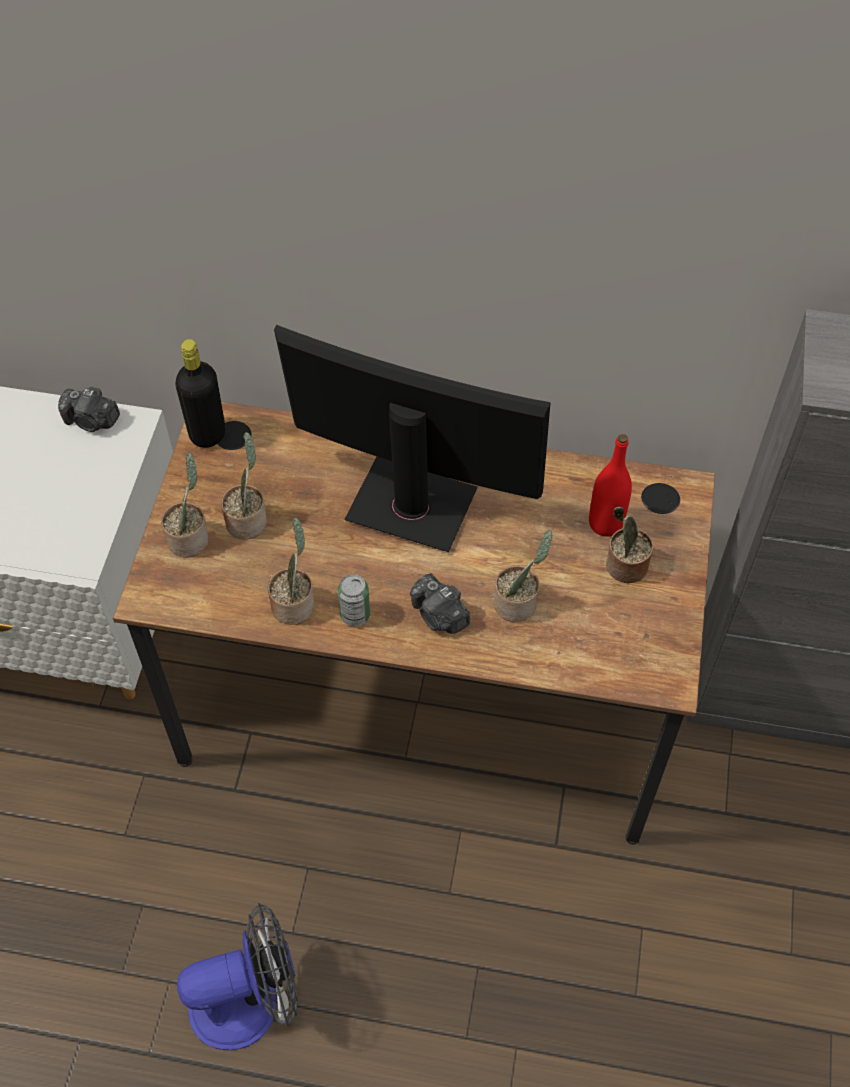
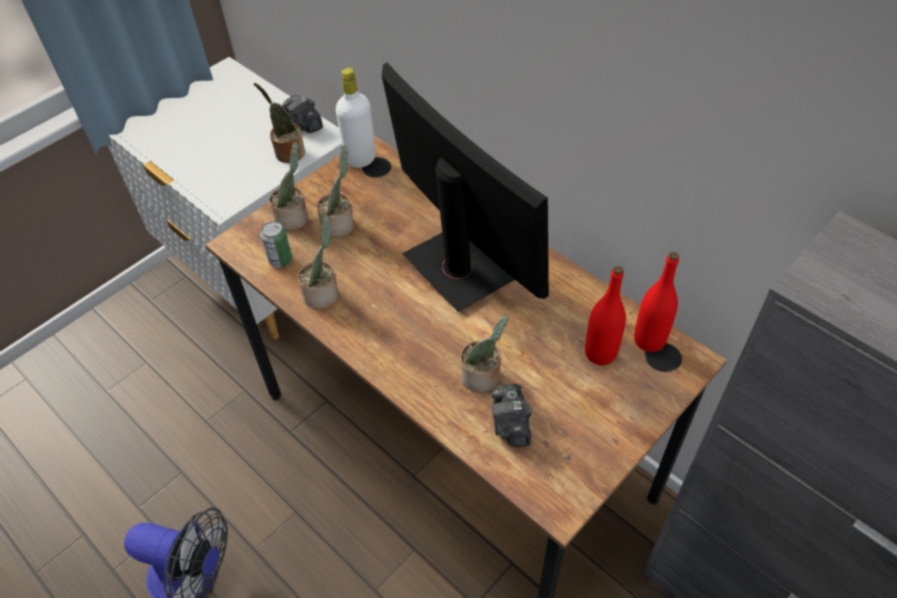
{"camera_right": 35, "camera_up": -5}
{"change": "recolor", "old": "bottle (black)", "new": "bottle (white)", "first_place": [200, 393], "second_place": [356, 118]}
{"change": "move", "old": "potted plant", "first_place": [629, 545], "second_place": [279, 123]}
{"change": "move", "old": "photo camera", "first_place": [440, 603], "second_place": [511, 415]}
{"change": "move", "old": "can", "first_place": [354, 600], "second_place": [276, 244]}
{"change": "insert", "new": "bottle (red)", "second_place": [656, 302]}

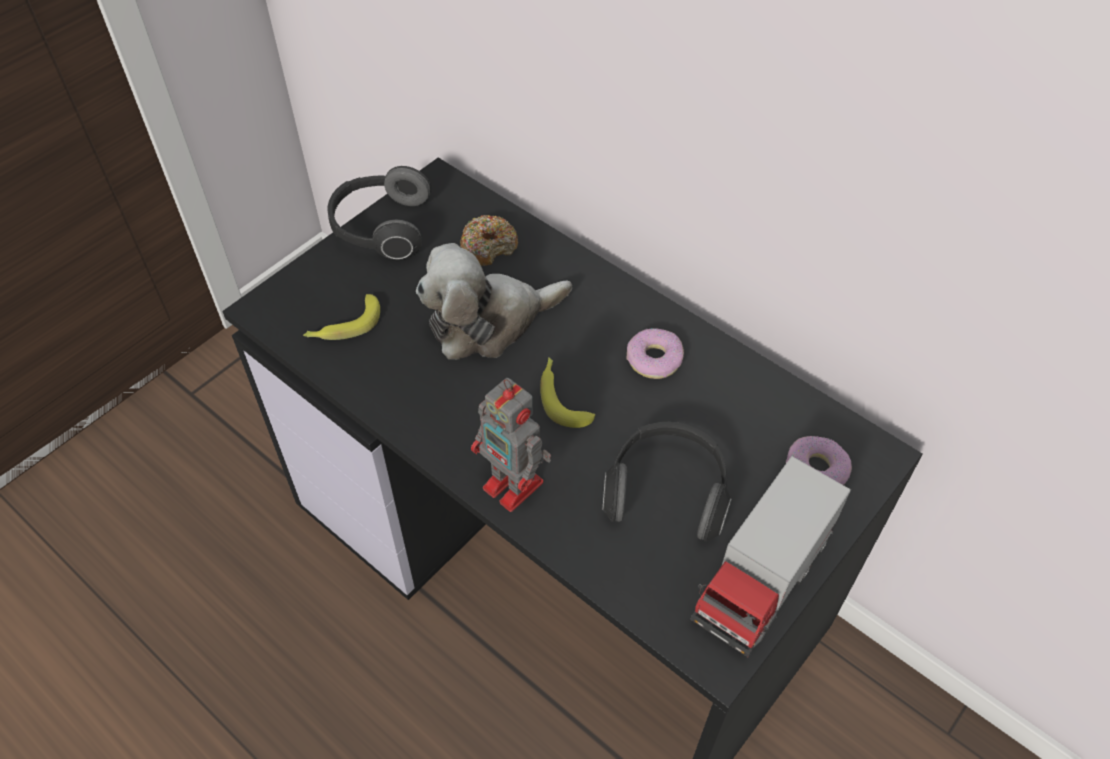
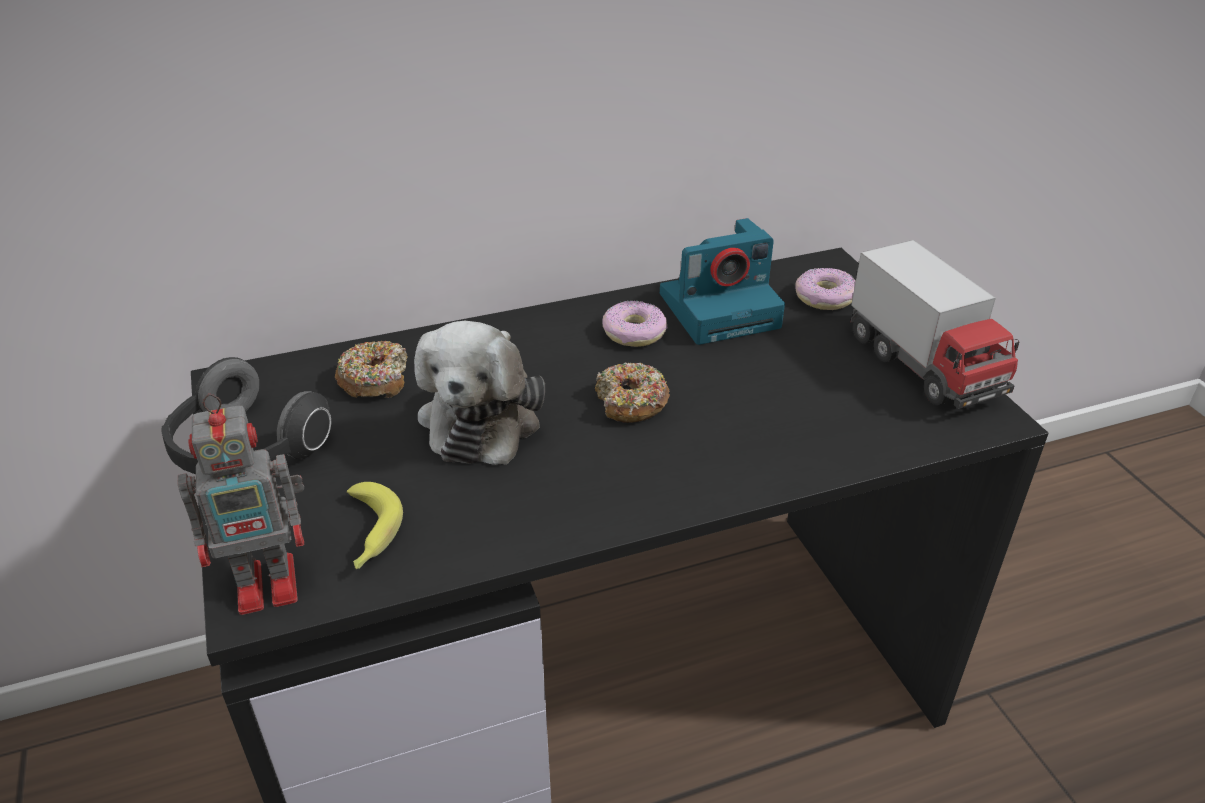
{"camera_right": -60, "camera_up": -15}
{"change": "replace", "old": "banana", "new": "donut", "first_place": [567, 392], "second_place": [632, 392]}
{"change": "move", "old": "toy robot", "first_place": [511, 445], "second_place": [241, 504]}
{"change": "delete", "old": "headphones", "first_place": [667, 482]}
{"change": "insert", "new": "photo camera", "second_place": [722, 281]}

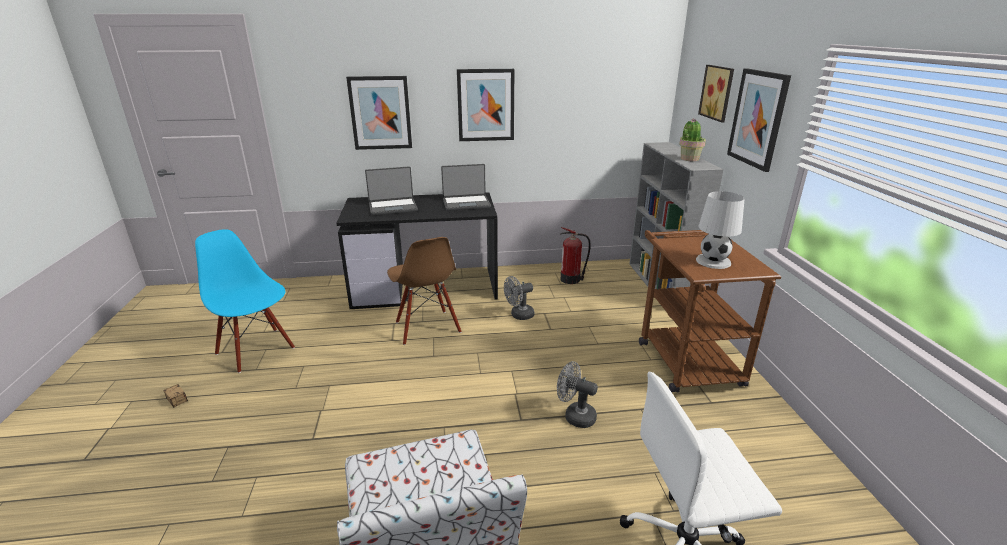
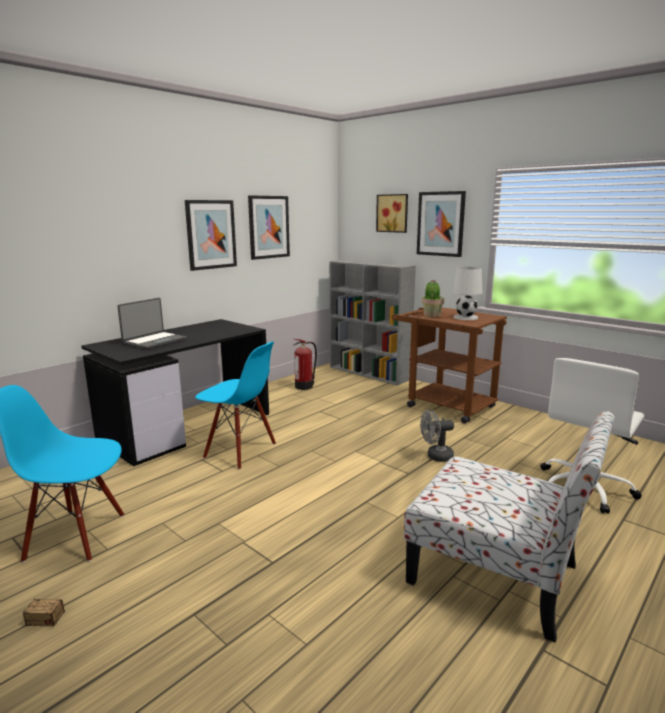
{"camera_right": -40, "camera_up": -10}
{"change": "move", "old": "picture", "first_place": [379, 113], "second_place": [269, 227]}
{"change": "move", "old": "potted plant", "first_place": [692, 139], "second_place": [433, 298]}
{"change": "delete", "old": "laptop", "first_place": [466, 187]}
{"change": "recolor", "old": "chair (brown)", "new": "chair (blue)", "first_place": [424, 291], "second_place": [235, 406]}
{"change": "delete", "old": "fan (grey)", "first_place": [519, 298]}

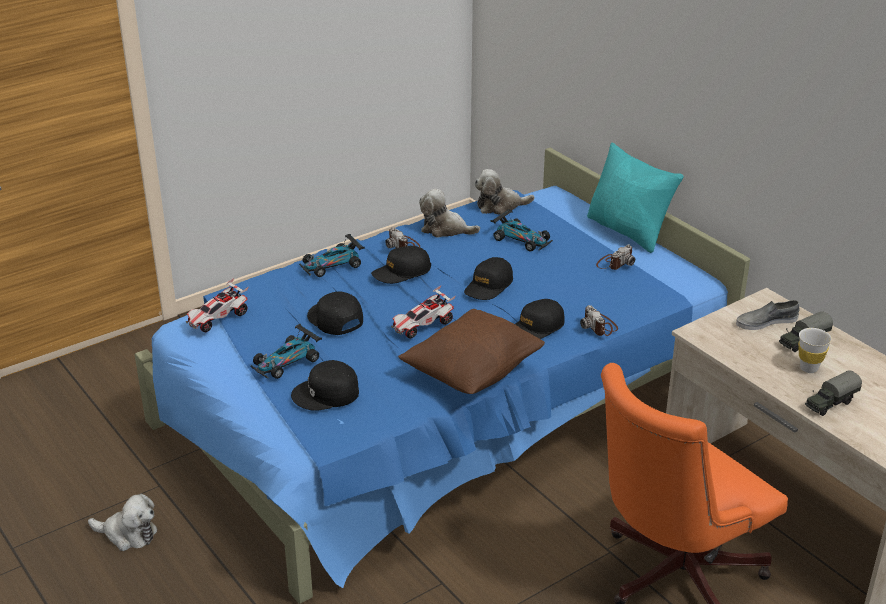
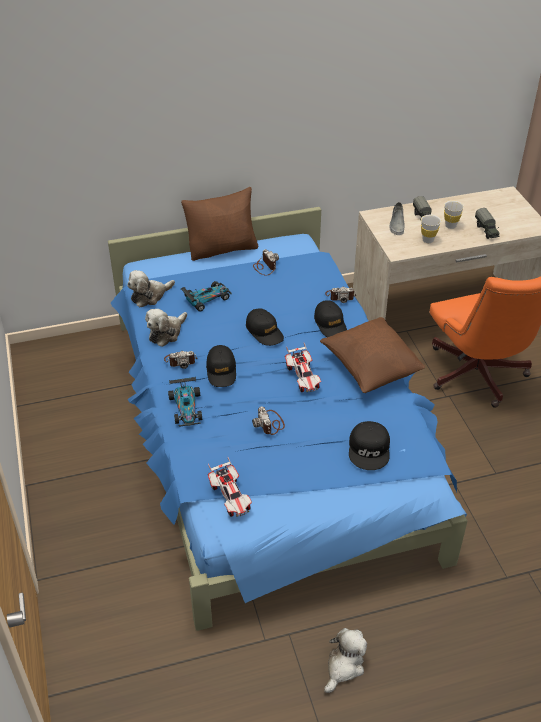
{"camera_right": -70, "camera_up": 10}
{"change": "recolor", "old": "pillow (turquoise)", "new": "pillow (brown)", "first_place": [635, 198], "second_place": [219, 224]}
{"change": "rotate", "old": "plush toy", "first_place": [504, 192], "second_place": [151, 289], "degrees": 45}
{"change": "replace", "old": "cap (black)", "new": "photo camera", "first_place": [335, 313], "second_place": [268, 420]}
{"change": "delete", "old": "toy car", "first_place": [286, 351]}
{"change": "insert", "new": "cup (white)", "second_place": [431, 229]}

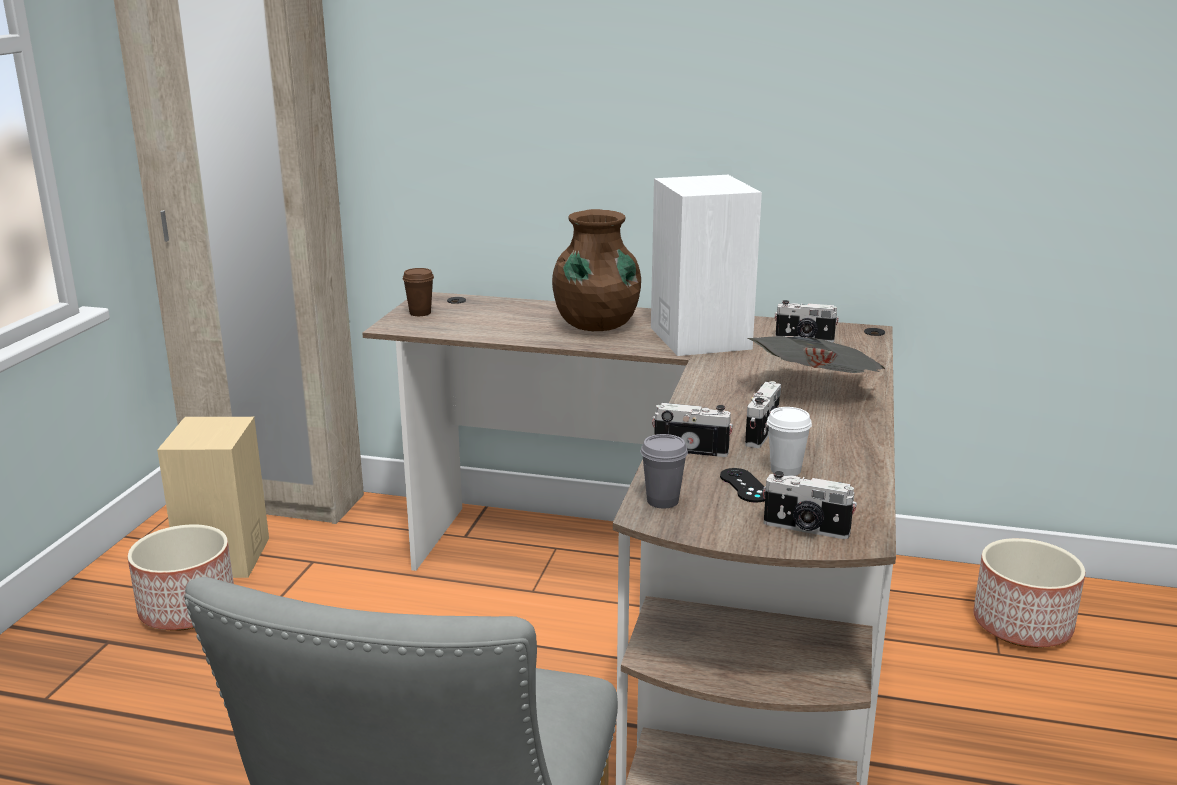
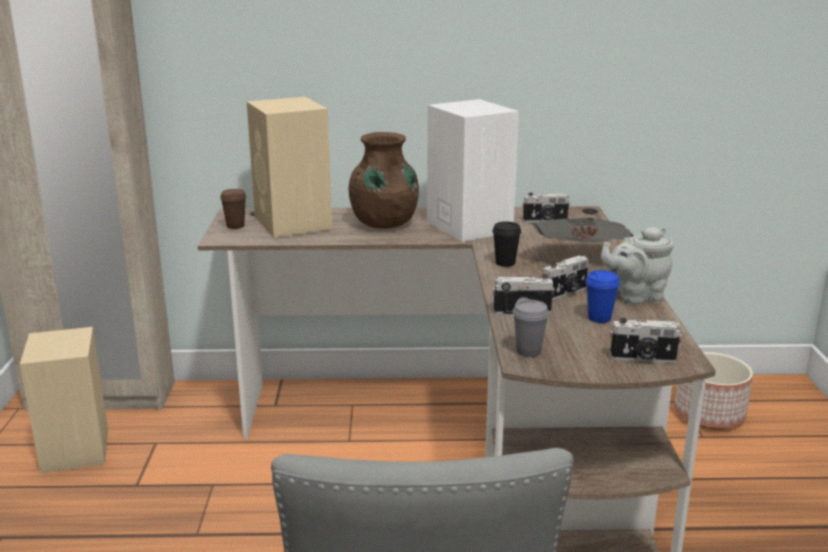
{"camera_right": -15, "camera_up": 0}
{"change": "rotate", "old": "photo camera", "first_place": [763, 414], "second_place": [565, 277], "degrees": 45}
{"change": "recolor", "old": "cup (white)", "new": "cup (blue)", "first_place": [789, 441], "second_place": [603, 296]}
{"change": "delete", "old": "game controller (black)", "first_place": [742, 485]}
{"change": "delete", "old": "planter", "first_place": [181, 577]}
{"change": "insert", "new": "speaker (beige)", "second_place": [289, 167]}
{"change": "insert", "new": "cup (black)", "second_place": [506, 244]}
{"change": "insert", "new": "teapot (grey)", "second_place": [637, 265]}

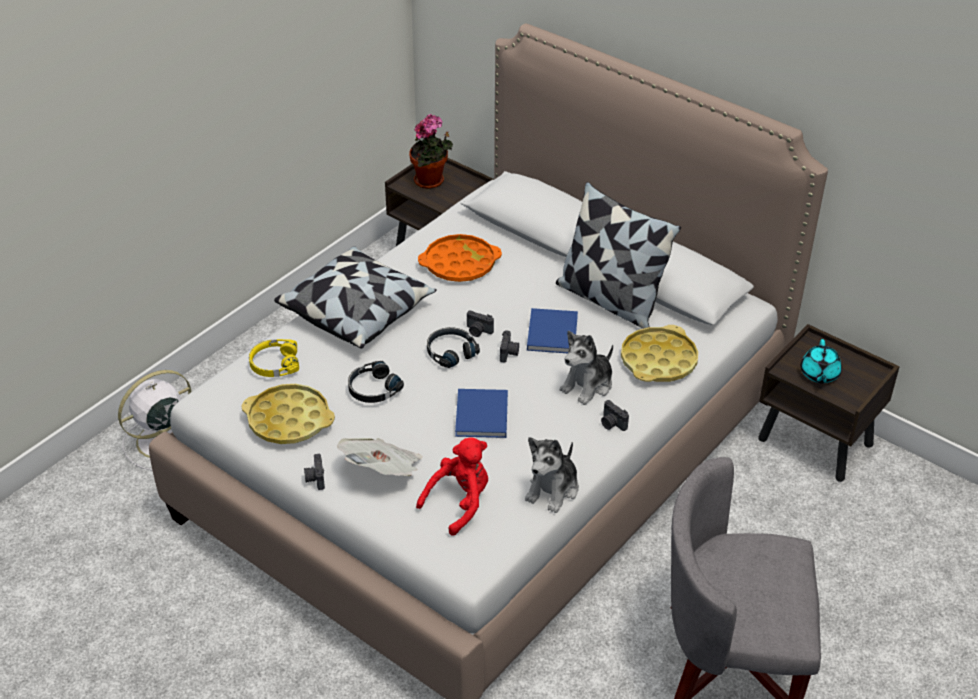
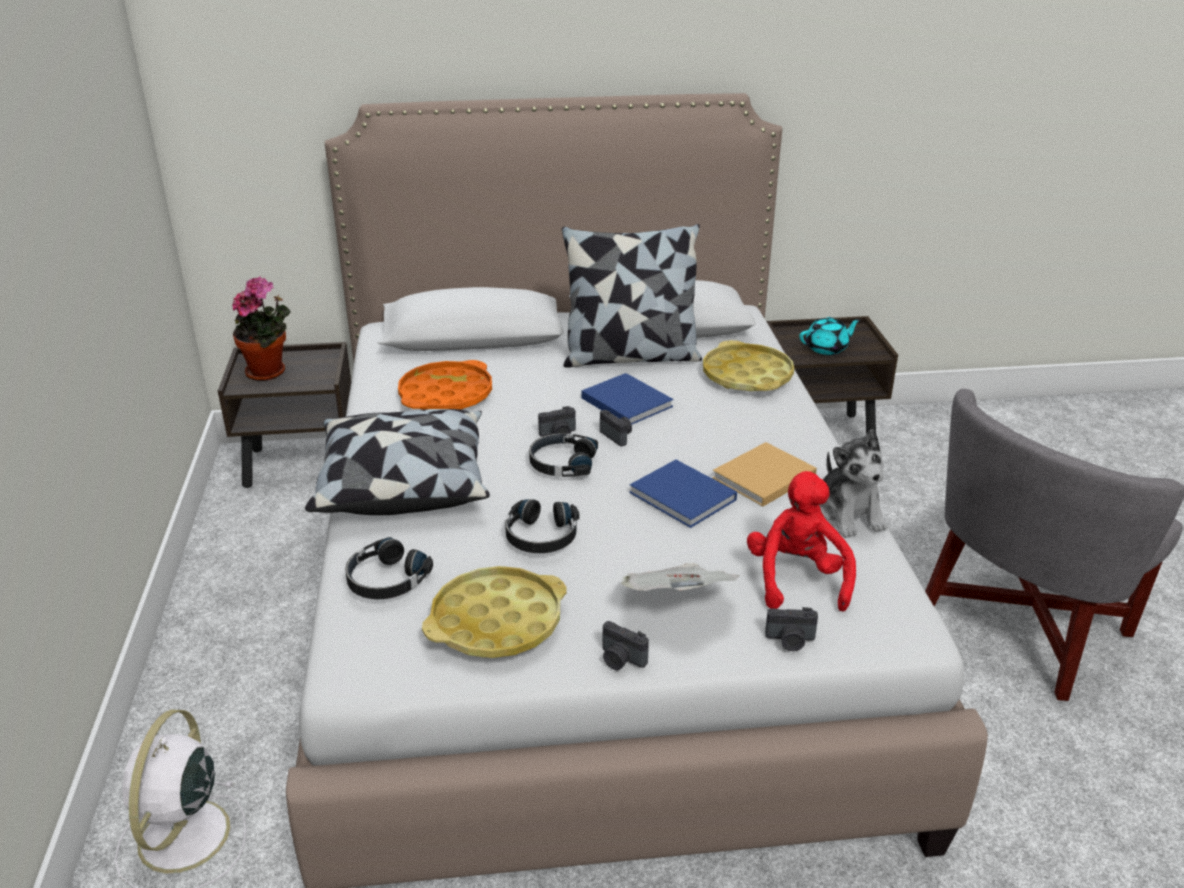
{"camera_right": -45, "camera_up": -10}
{"change": "delete", "old": "plush toy", "first_place": [586, 368]}
{"change": "recolor", "old": "headphones (yellow)", "new": "headphones (black)", "first_place": [274, 358], "second_place": [389, 568]}
{"change": "rotate", "old": "teapot (turquoise)", "first_place": [821, 361], "second_place": [830, 336], "degrees": -75}
{"change": "move", "old": "photo camera", "first_place": [615, 415], "second_place": [791, 629]}
{"change": "insert", "new": "book (beige)", "second_place": [764, 474]}

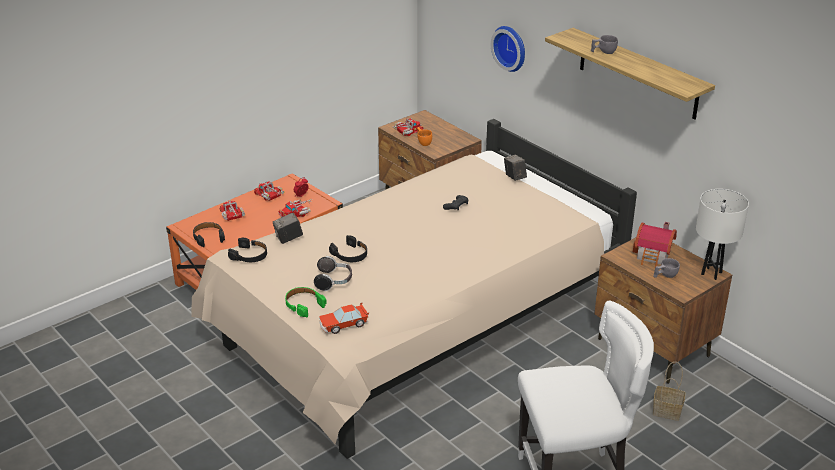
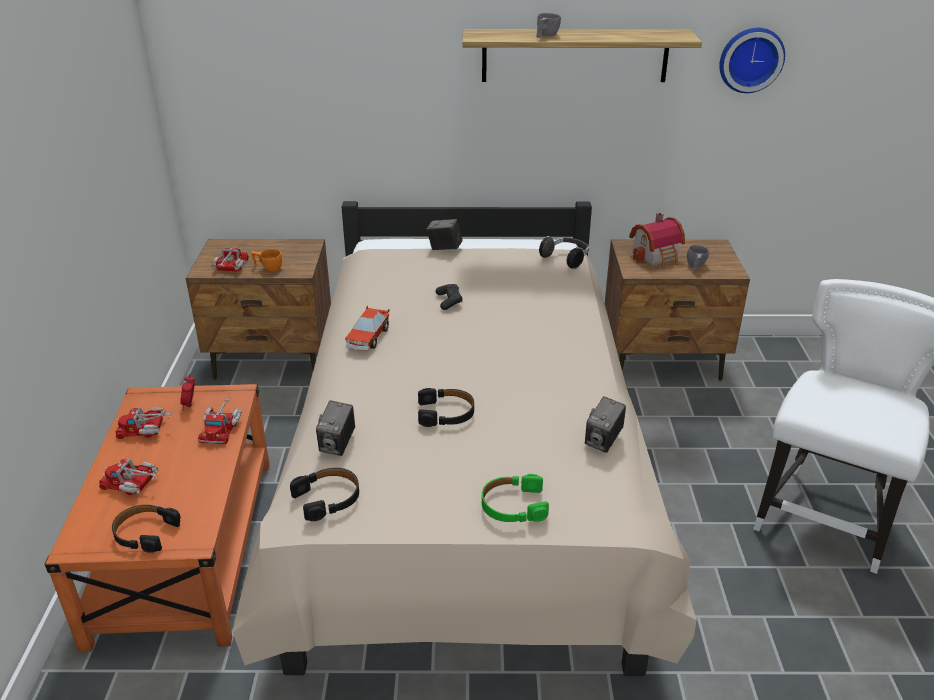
{"camera_right": -50, "camera_up": 0}
{"change": "move", "old": "wall clock", "first_place": [508, 49], "second_place": [752, 60]}
{"change": "delete", "old": "table lamp (white)", "first_place": [722, 234]}
{"change": "move", "old": "headphones", "first_place": [333, 273], "second_place": [564, 252]}
{"change": "move", "old": "toy car", "first_place": [344, 318], "second_place": [367, 328]}
{"change": "delete", "old": "basket", "first_place": [669, 391]}
{"change": "insert", "new": "photo camera", "second_place": [605, 424]}

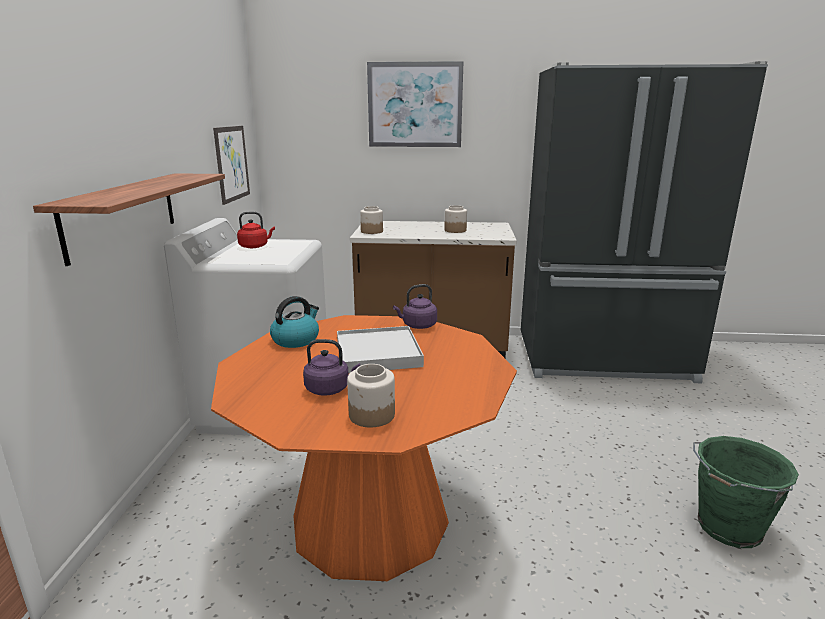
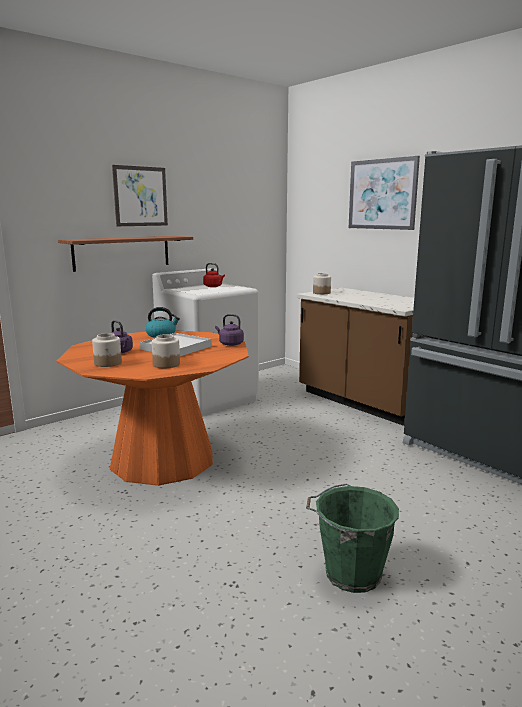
{"camera_right": 45, "camera_up": -5}
{"change": "move", "old": "picture", "first_place": [231, 165], "second_place": [140, 195]}
{"change": "move", "old": "jar", "first_place": [455, 219], "second_place": [166, 351]}

